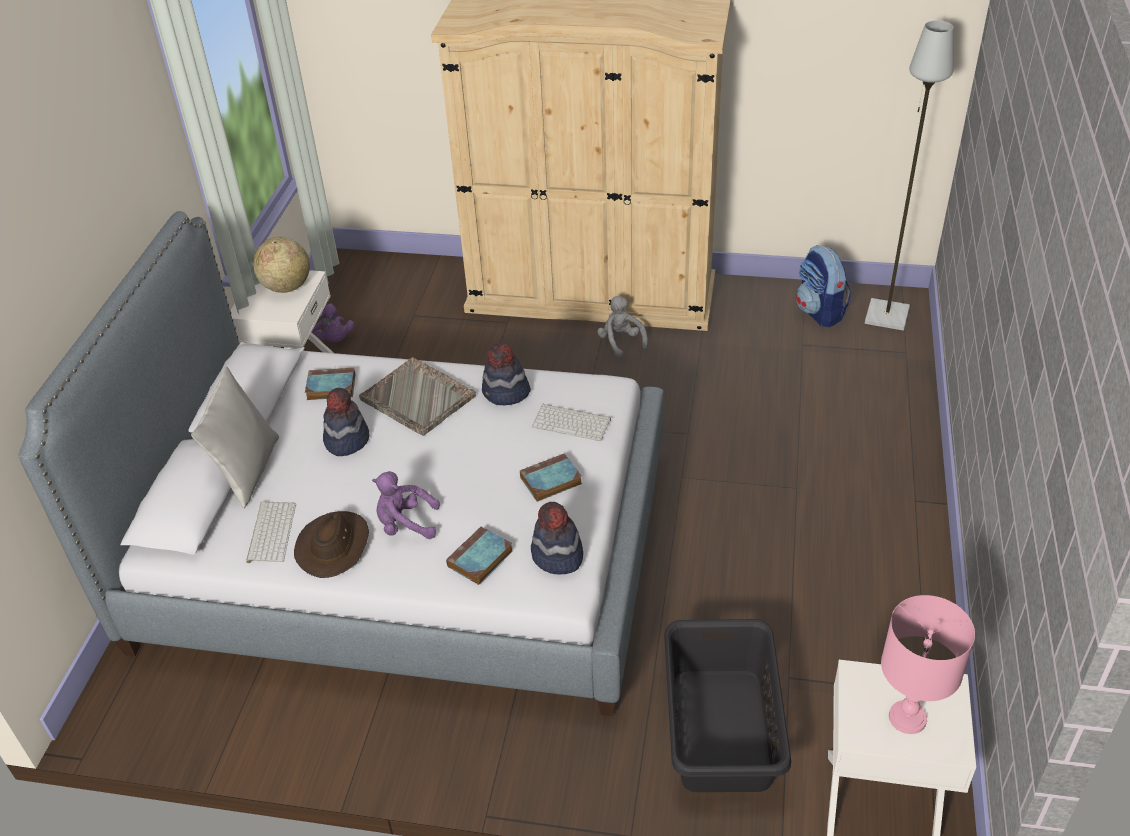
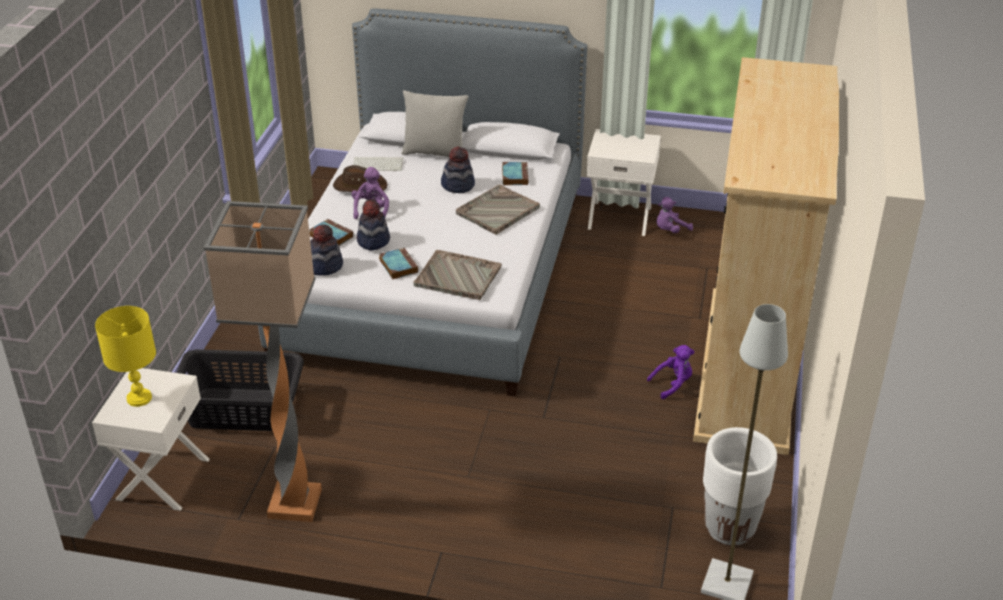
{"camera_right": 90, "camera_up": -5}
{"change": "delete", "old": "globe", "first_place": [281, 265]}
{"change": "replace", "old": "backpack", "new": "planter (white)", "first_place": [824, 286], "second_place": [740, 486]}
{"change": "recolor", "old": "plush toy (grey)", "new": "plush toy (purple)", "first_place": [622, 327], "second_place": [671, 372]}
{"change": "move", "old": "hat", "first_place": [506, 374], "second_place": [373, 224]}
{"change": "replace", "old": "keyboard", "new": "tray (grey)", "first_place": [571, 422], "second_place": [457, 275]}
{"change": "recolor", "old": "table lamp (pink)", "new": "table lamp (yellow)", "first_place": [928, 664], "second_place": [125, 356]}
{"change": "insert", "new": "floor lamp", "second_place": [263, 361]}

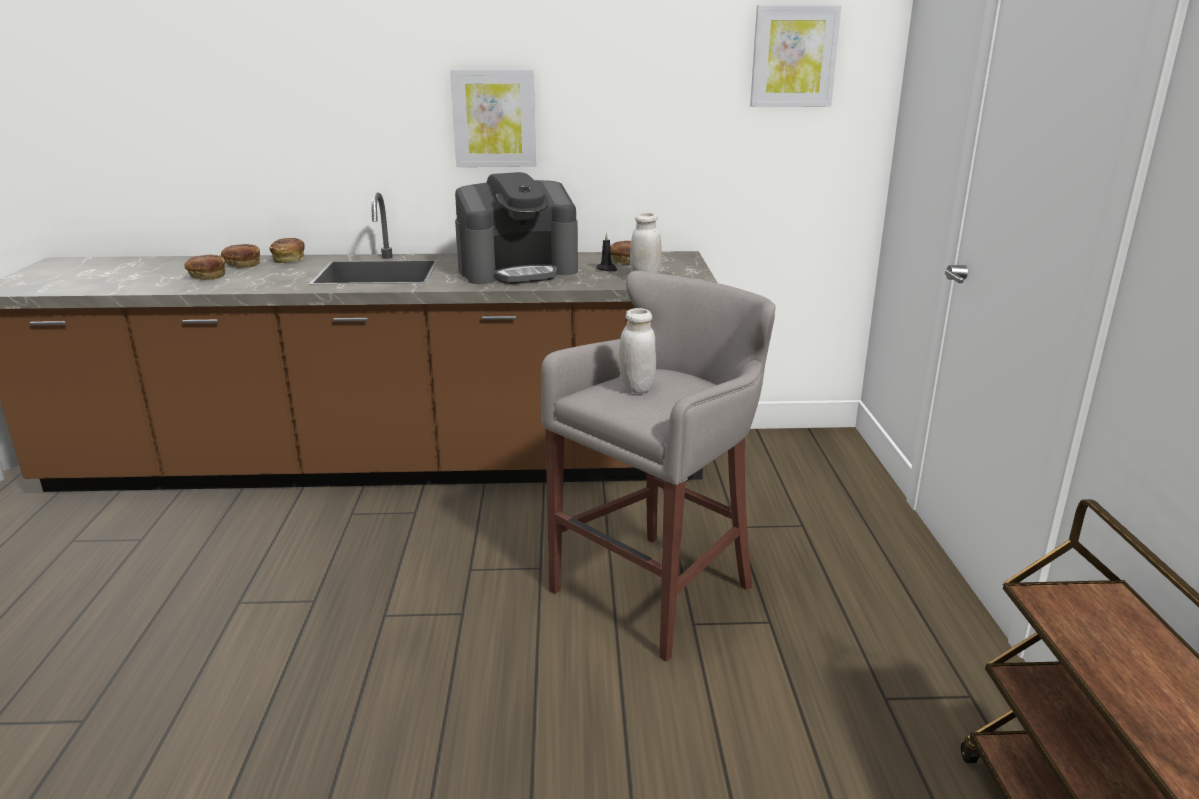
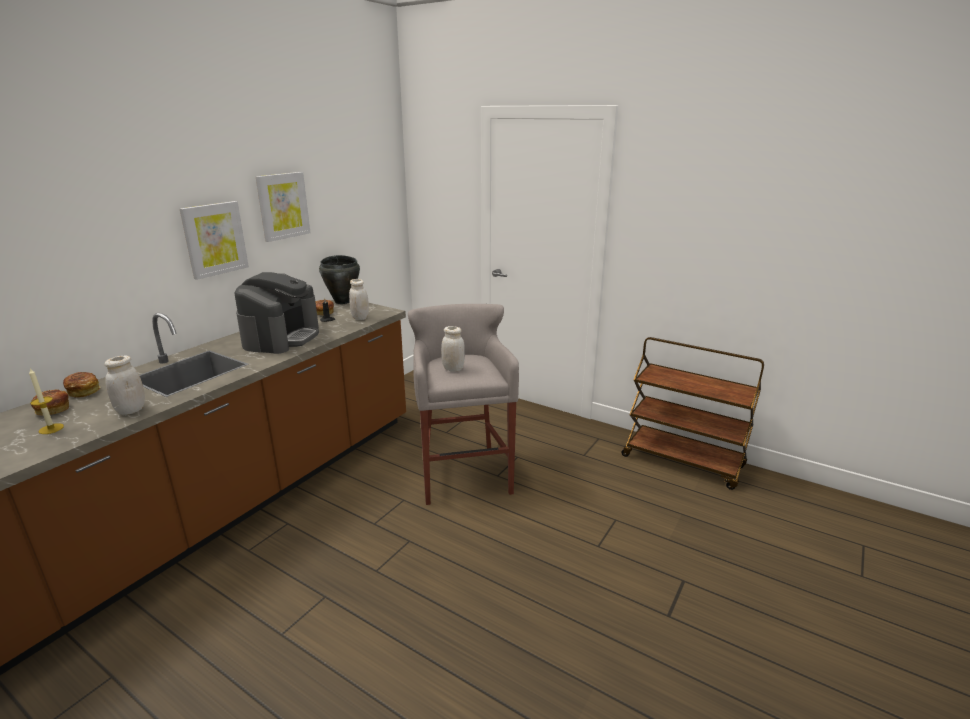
{"camera_right": -55, "camera_up": 0}
{"change": "move", "old": "picture", "first_place": [795, 56], "second_place": [283, 207]}
{"change": "replace", "old": "bread", "new": "candle", "first_place": [205, 267], "second_place": [46, 401]}
{"change": "insert", "new": "cooking pot (black)", "second_place": [339, 279]}
{"change": "insert", "new": "jar (white)", "second_place": [124, 385]}

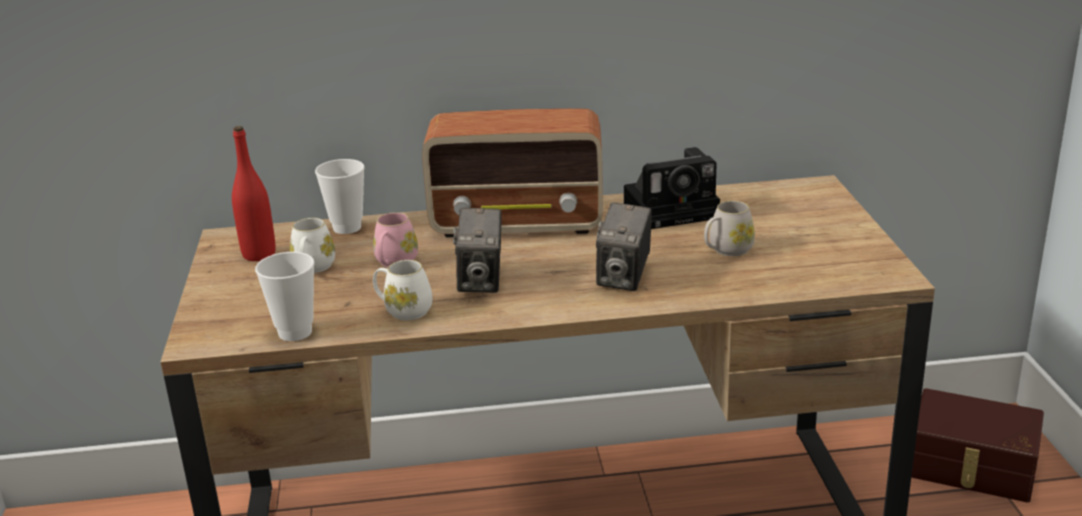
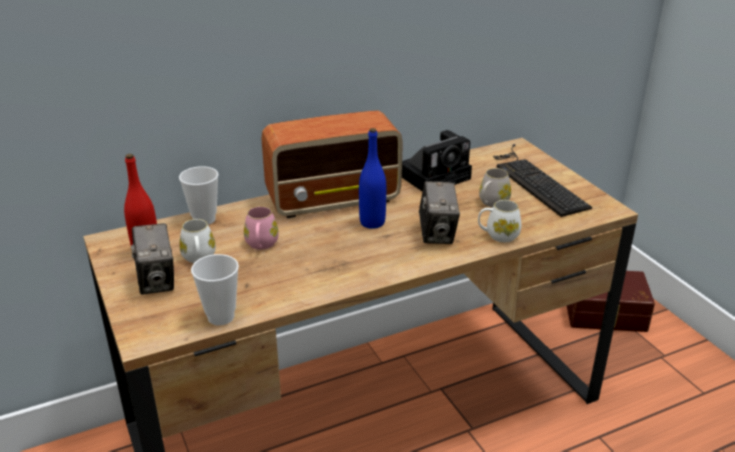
{"camera_right": -20, "camera_up": 5}
{"change": "move", "old": "photo camera", "first_place": [477, 250], "second_place": [152, 259]}
{"change": "move", "old": "mug (white)", "first_place": [402, 290], "second_place": [499, 221]}
{"change": "insert", "new": "bottle (blue)", "second_place": [372, 178]}
{"change": "insert", "new": "keyboard", "second_place": [542, 180]}

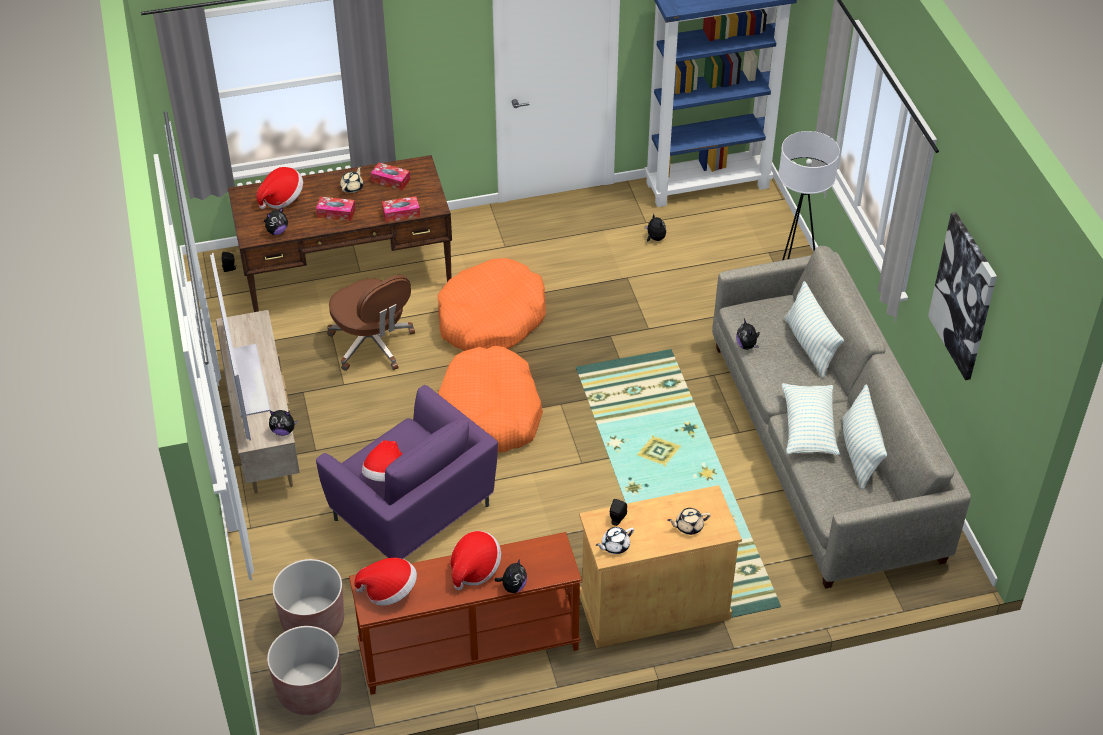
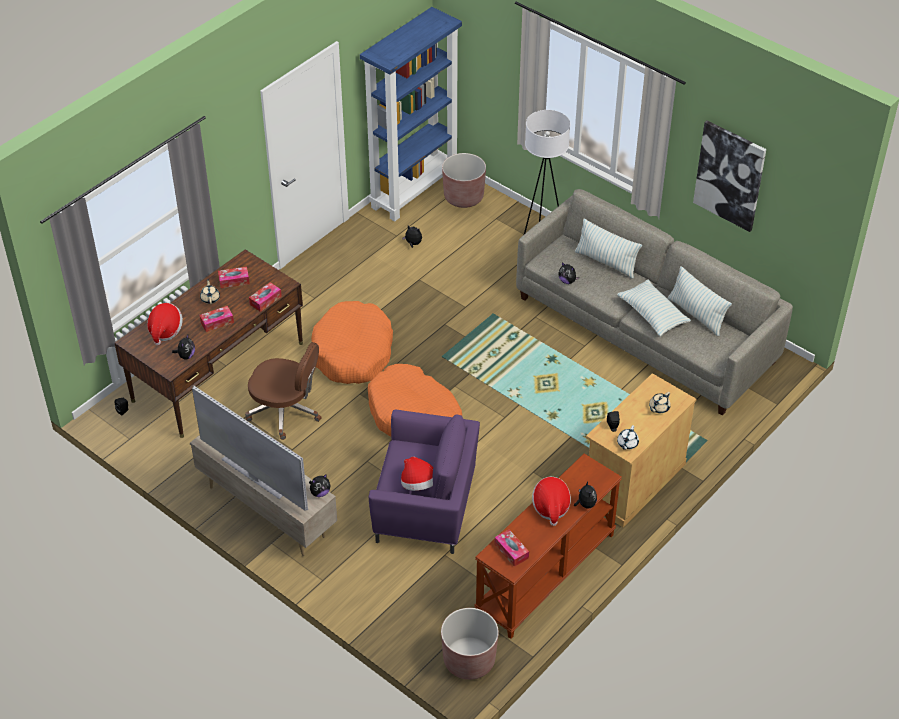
{"camera_right": -35, "camera_up": 0}
{"change": "replace", "old": "hat", "new": "tissue box", "first_place": [385, 582], "second_place": [512, 548]}
{"change": "move", "old": "planter (brown)", "first_place": [308, 598], "second_place": [464, 180]}

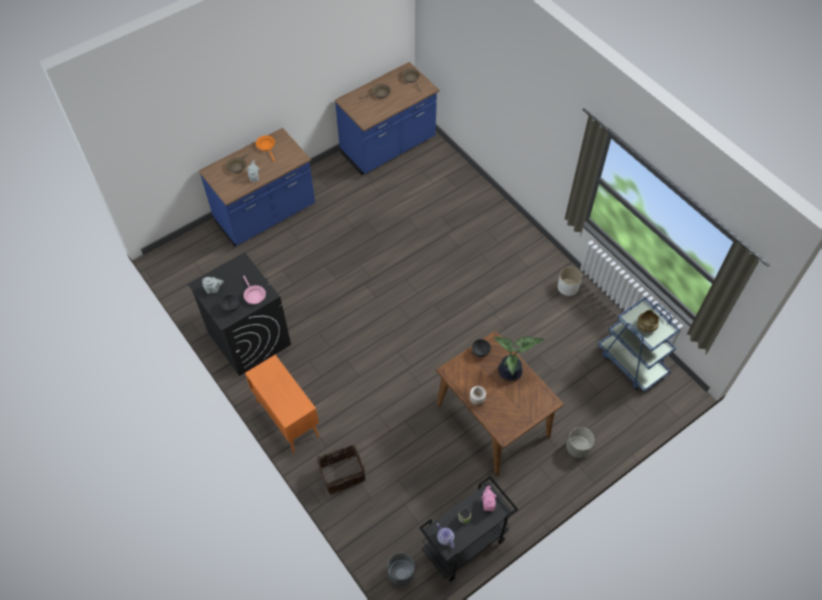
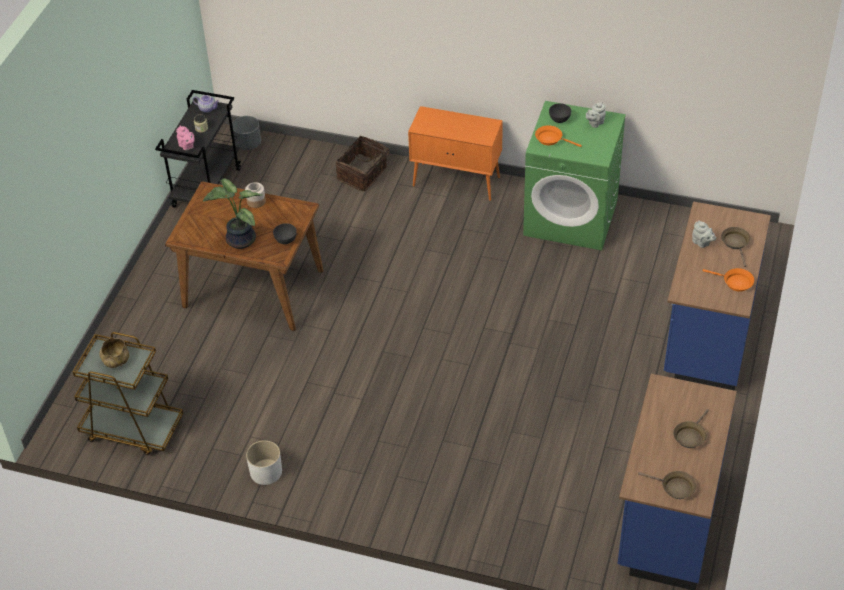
{"camera_right": 145, "camera_up": -10}
{"change": "recolor", "old": "washing machine (black)", "new": "washing machine (green)", "first_place": [239, 314], "second_place": [574, 175]}
{"change": "recolor", "old": "frying pan (pink)", "new": "frying pan (orange)", "first_place": [254, 290], "second_place": [558, 136]}
{"change": "recolor", "old": "cart (blue)", "new": "cart (brown)", "first_place": [639, 344], "second_place": [128, 393]}
{"change": "delete", "old": "planter (grey)", "first_place": [580, 442]}

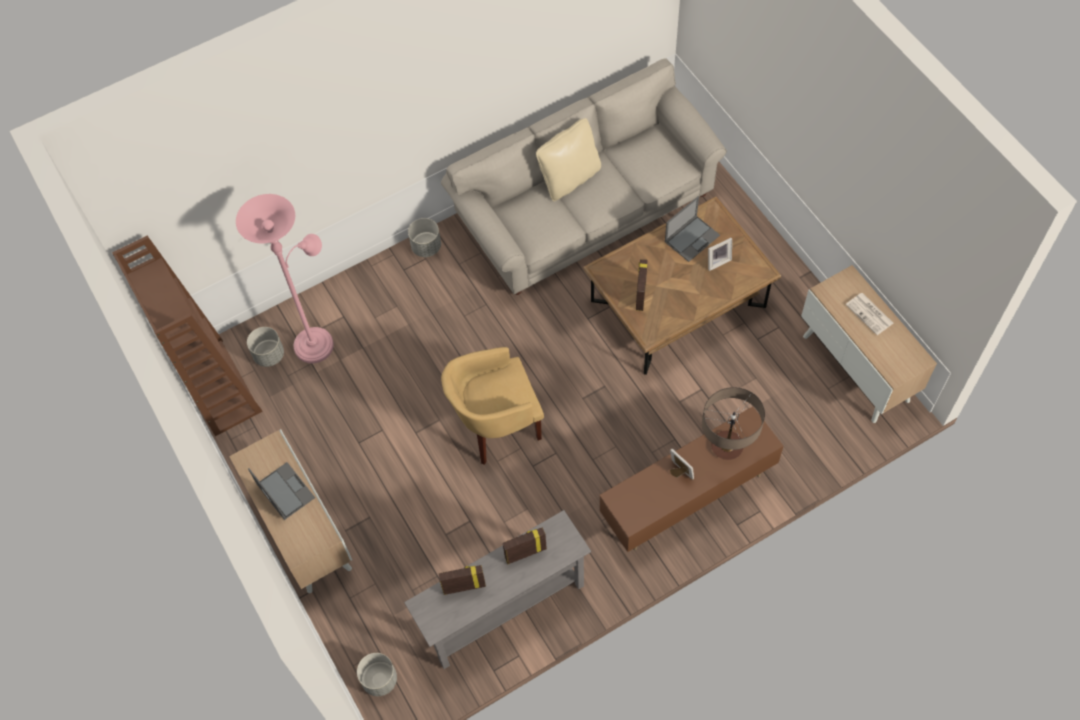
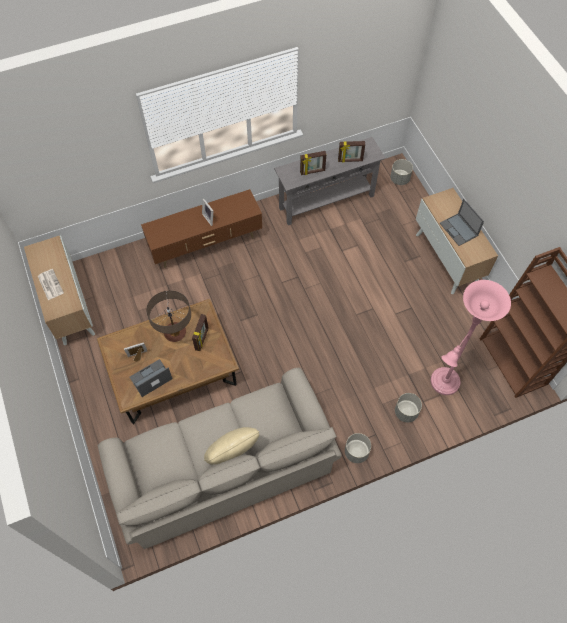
{"camera_right": -175, "camera_up": 0}
{"change": "move", "old": "planter (grey)", "first_place": [265, 347], "second_place": [408, 408]}
{"change": "delete", "old": "armchair (yellow)", "first_place": [492, 406]}
{"change": "move", "old": "table lamp", "first_place": [733, 423], "second_place": [168, 316]}

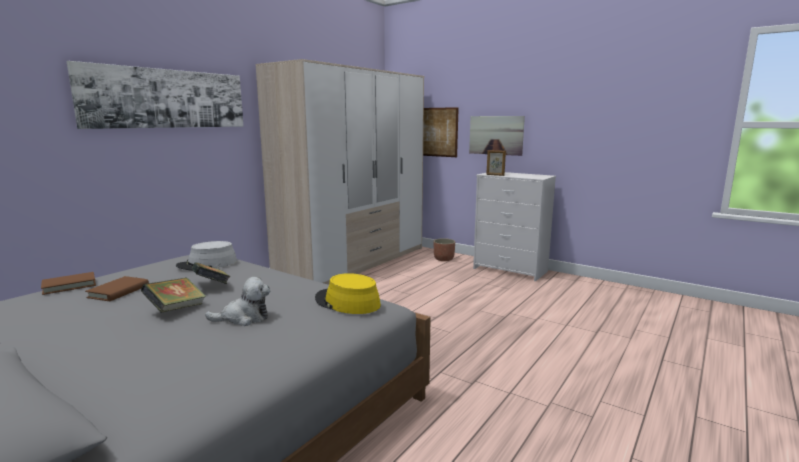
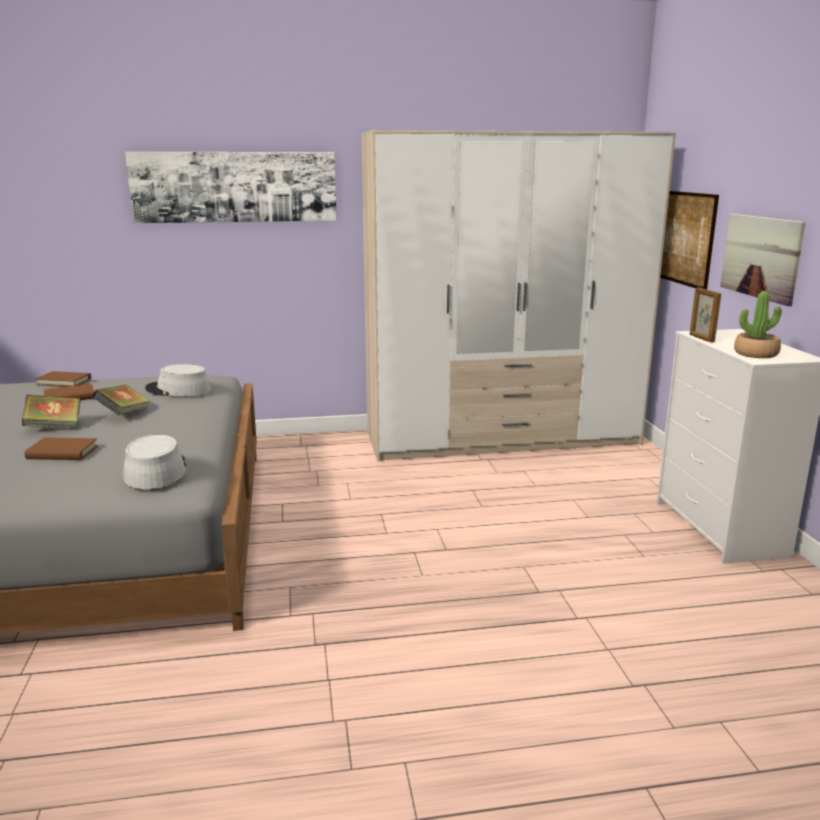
{"camera_right": 45, "camera_up": 5}
{"change": "delete", "old": "planter", "first_place": [444, 249]}
{"change": "recolor", "old": "hat (yellow)", "new": "hat (grey)", "first_place": [348, 293], "second_place": [154, 462]}
{"change": "replace", "old": "plush toy", "new": "book (brown)", "first_place": [237, 301], "second_place": [61, 448]}
{"change": "insert", "new": "potted plant", "second_place": [758, 324]}

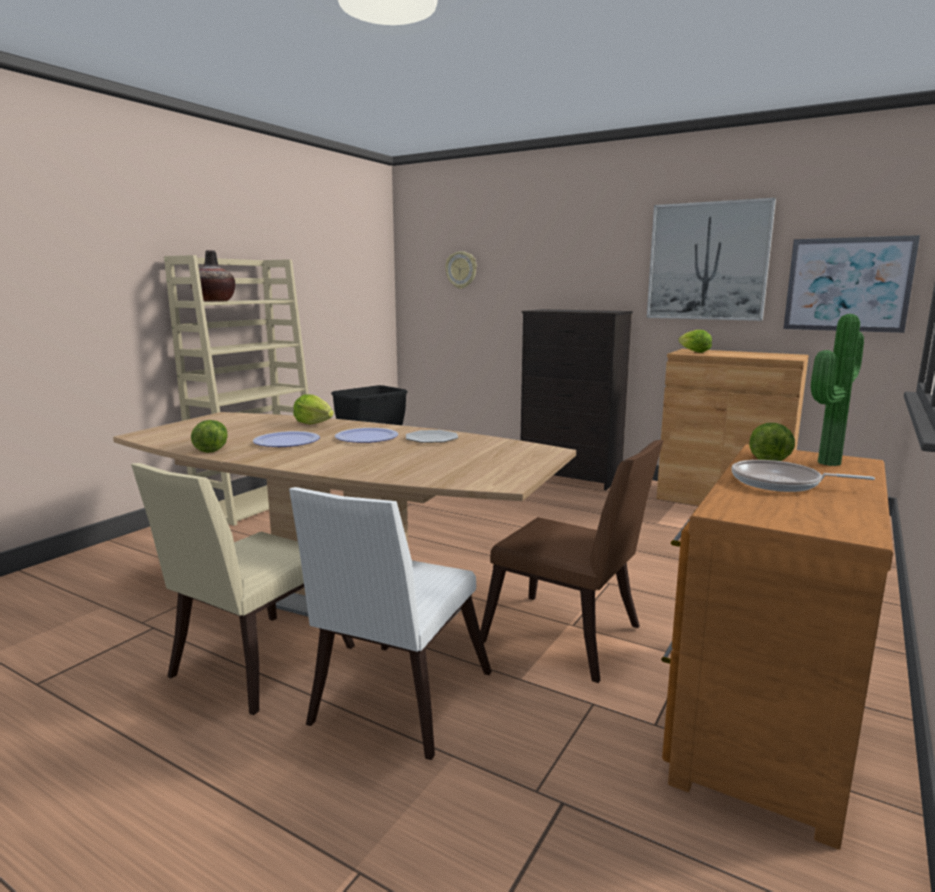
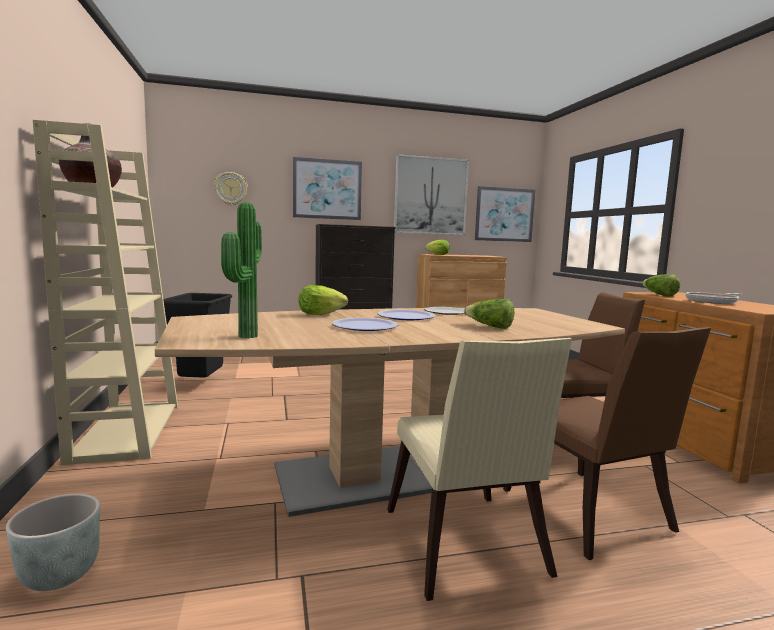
{"camera_right": -45, "camera_up": -5}
{"change": "move", "old": "potted plant", "first_place": [837, 390], "second_place": [241, 270]}
{"change": "move", "old": "lettuce", "first_place": [209, 436], "second_place": [489, 314]}
{"change": "recolor", "old": "chair (white)", "new": "chair (brown)", "first_place": [390, 623], "second_place": [607, 443]}
{"change": "insert", "new": "picture", "second_place": [327, 188]}
{"change": "insert", "new": "planter (grey)", "second_place": [53, 542]}

